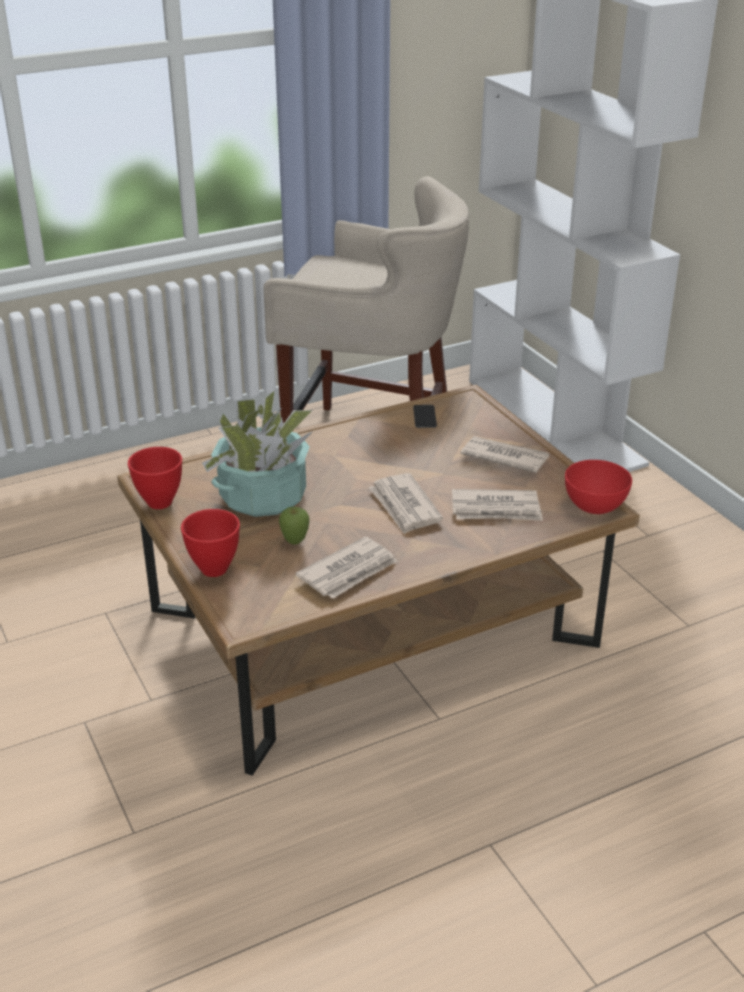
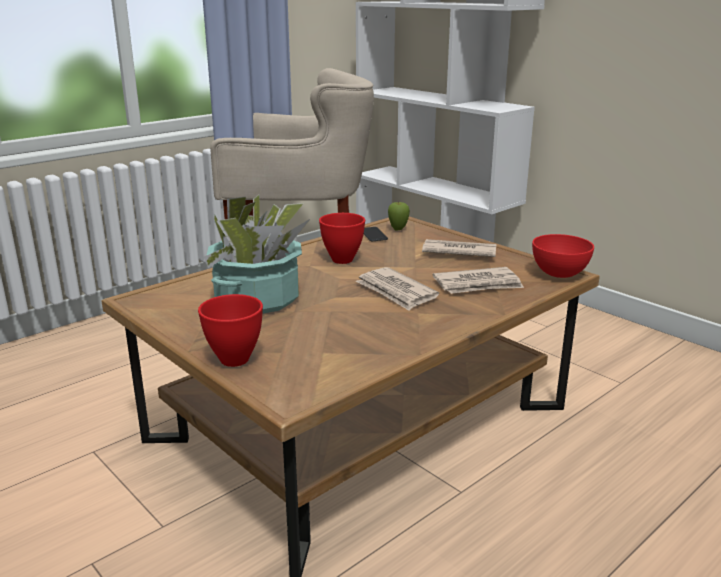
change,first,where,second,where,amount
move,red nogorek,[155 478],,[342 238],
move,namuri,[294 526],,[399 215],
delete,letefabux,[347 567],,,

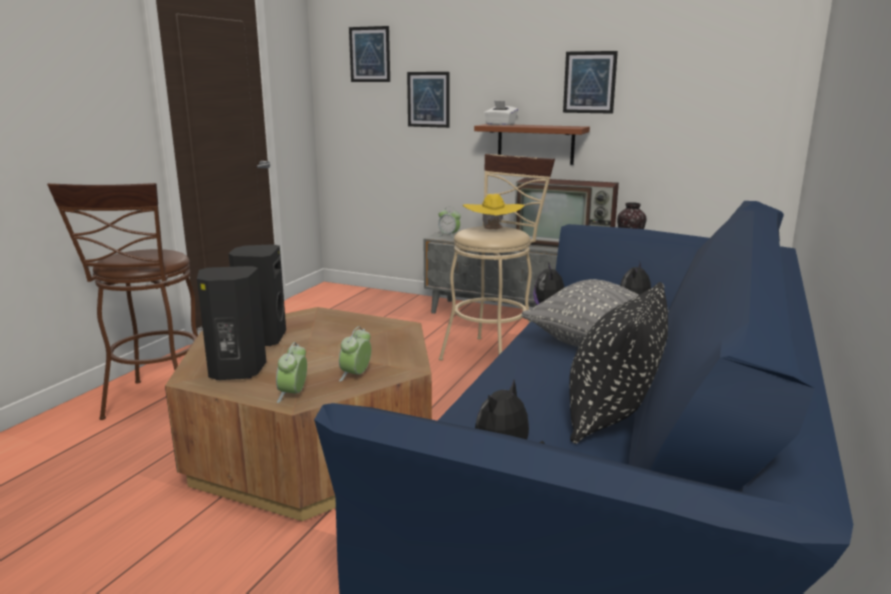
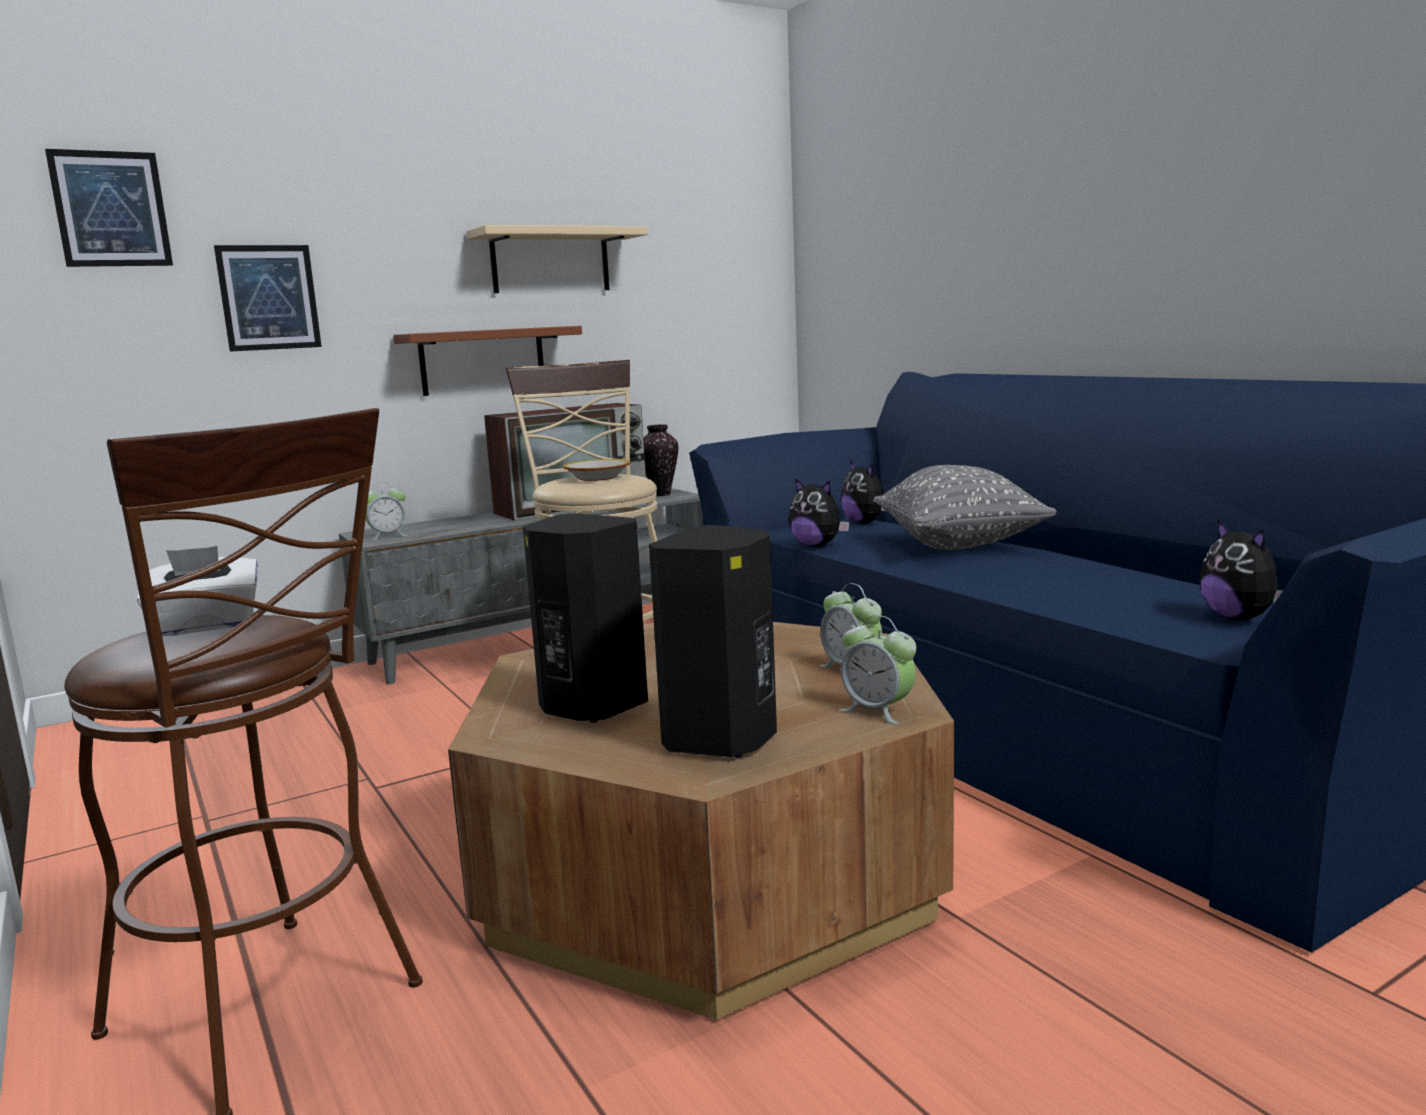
change,first,where,second,where,amount
replace,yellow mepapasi,[494 211],nogorek,[597 470],
move,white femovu,[501 113],,[197 591],
replace,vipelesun,[590 82],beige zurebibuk,[557 259],
delete,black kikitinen,[618 363],,,

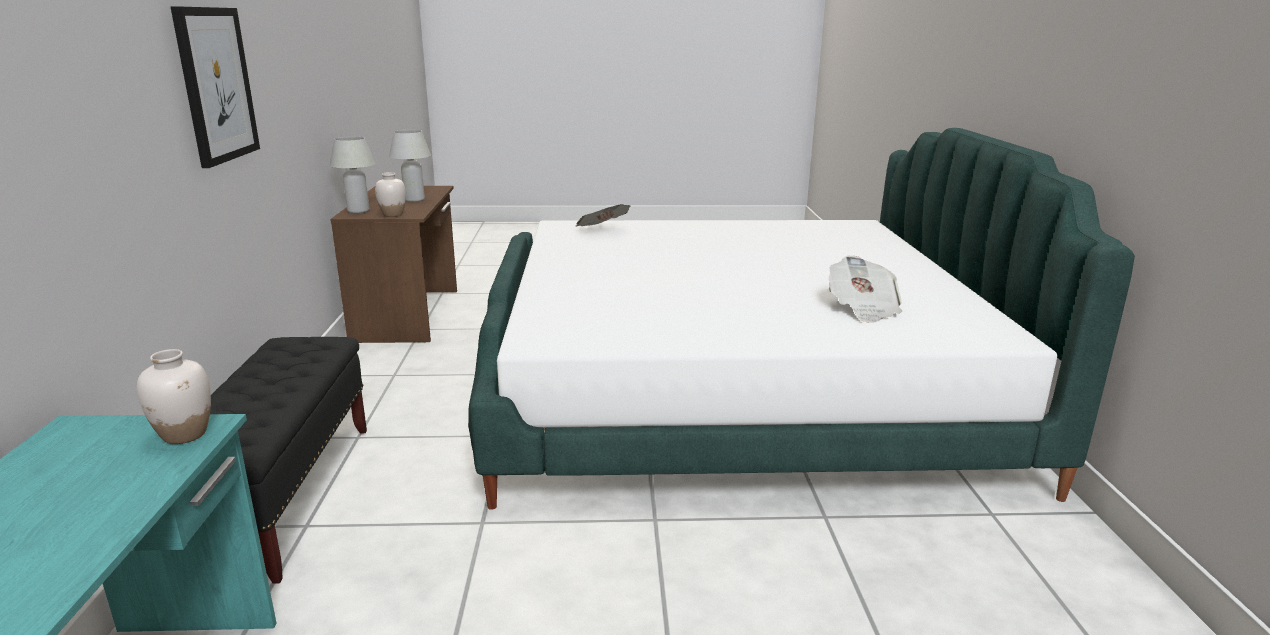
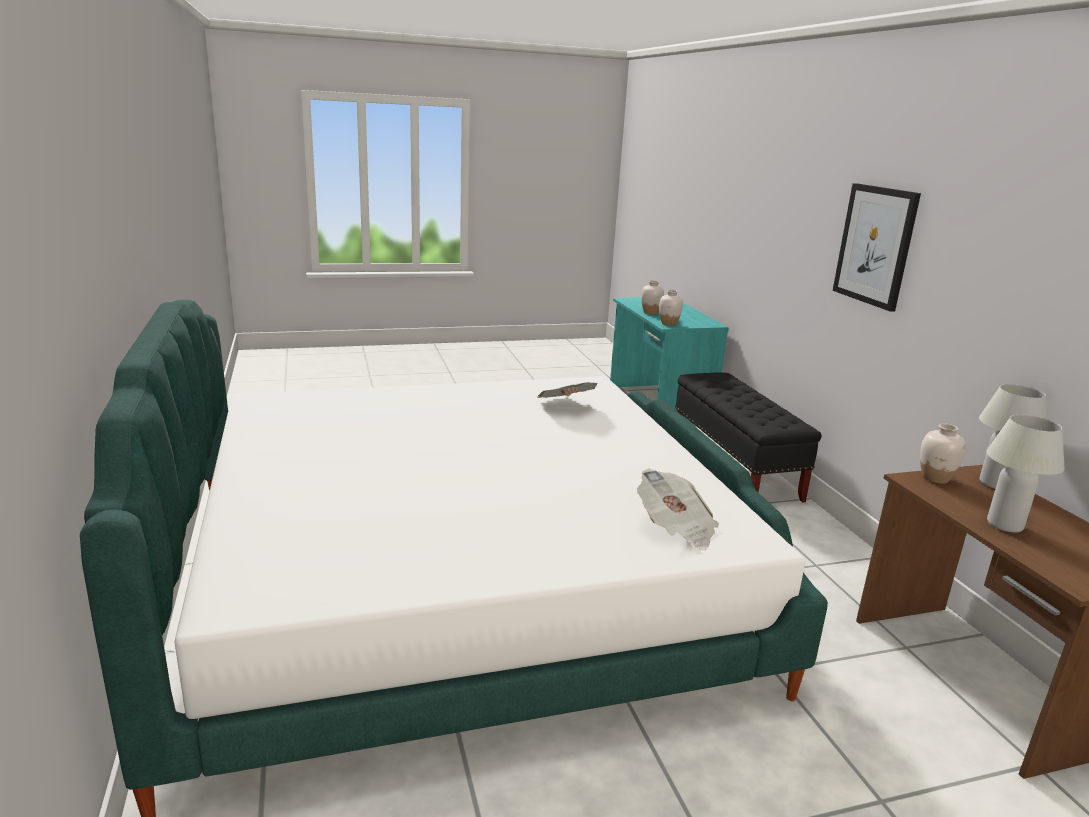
change,first,where,second,where,amount
move,letefabux,[865 289],,[567 390],
insert,,,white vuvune,[652 297],

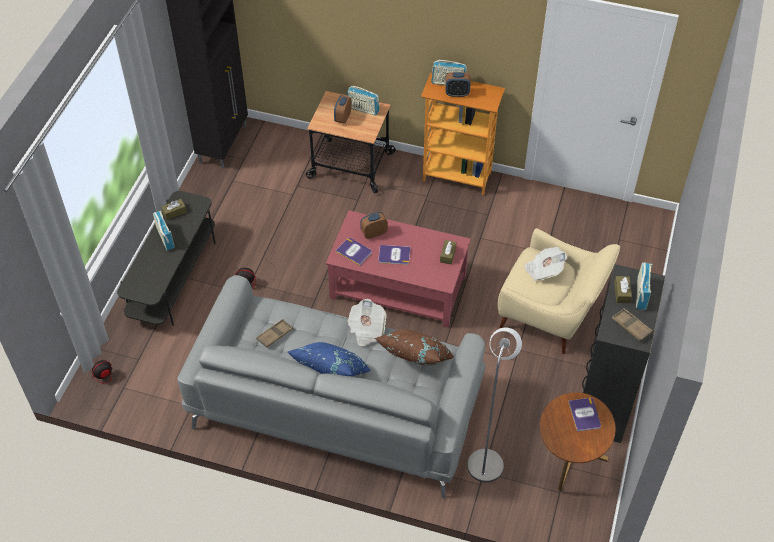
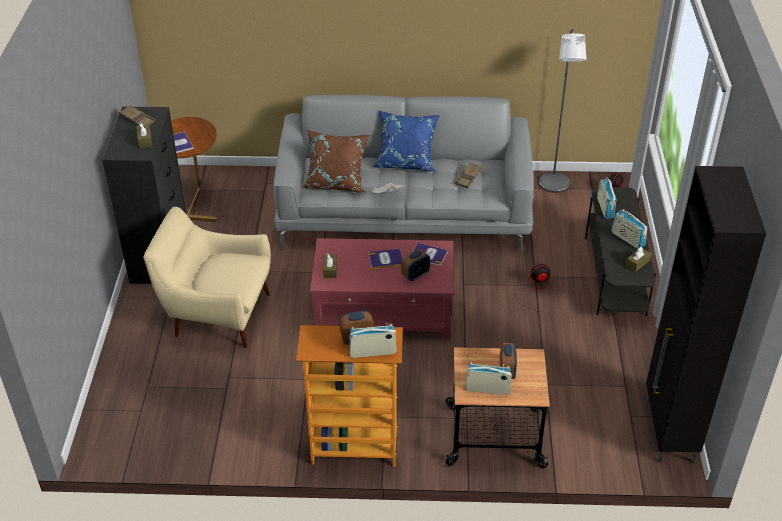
change,first,where,second,where,amount
move,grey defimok,[494 405],,[563 111],
delete,letefabux,[545 264],,,
move,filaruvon,[644 286],,[606 198],

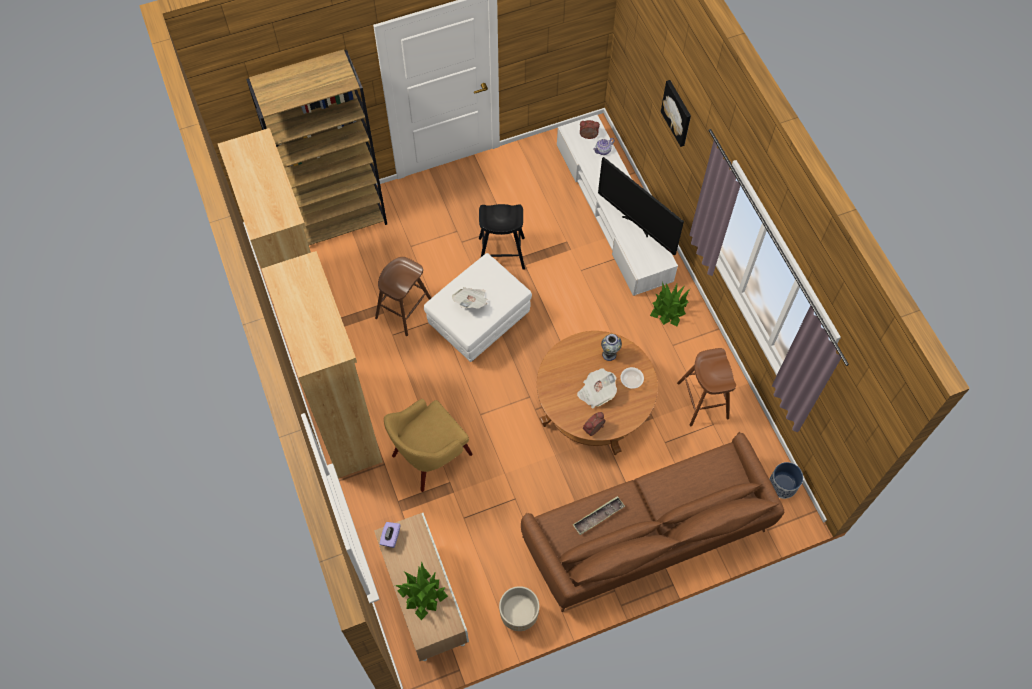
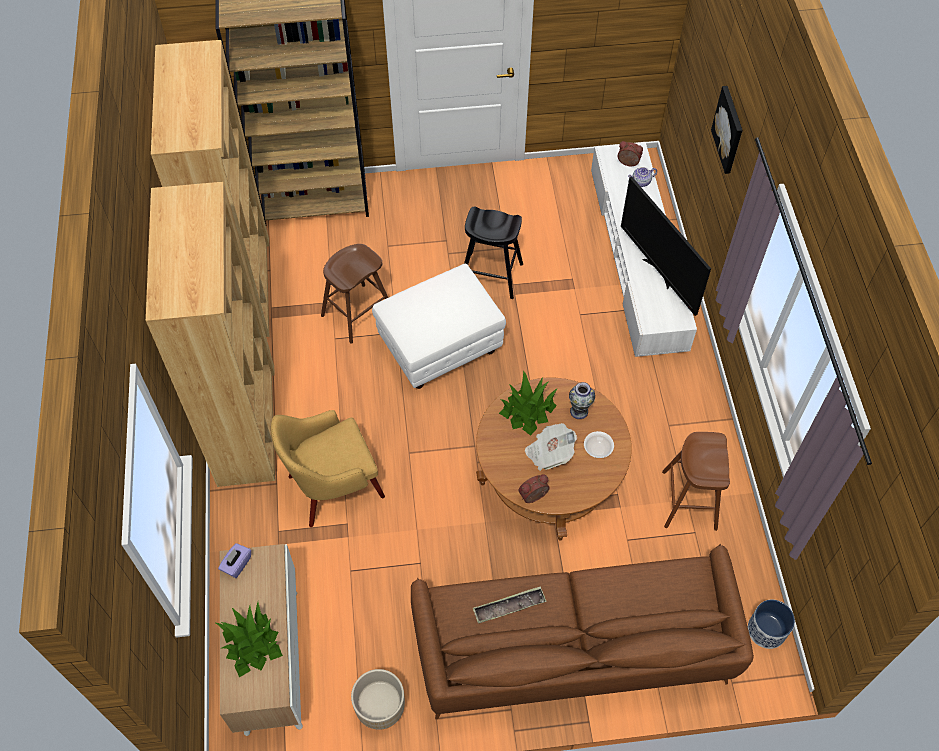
change,first,where,second,where,amount
delete,letefabux,[469 298],,,
move,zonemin,[670 304],,[528 403],

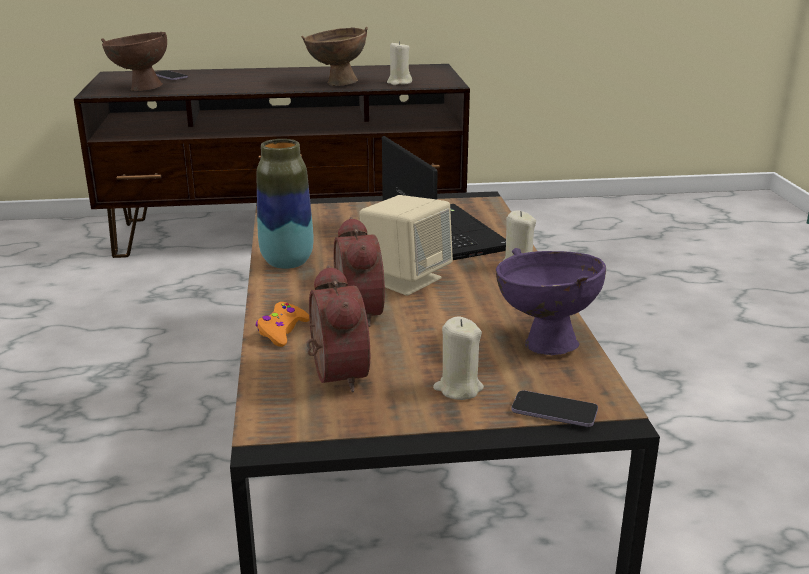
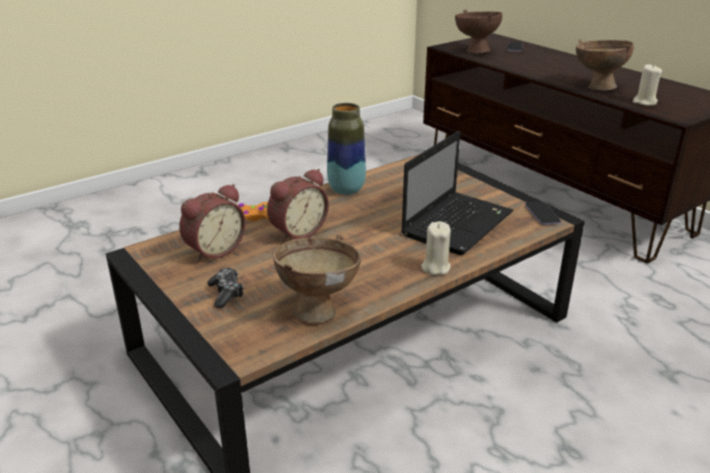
change,first,where,second,where,amount
delete,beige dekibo,[406 245],,,
replace,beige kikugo,[458 358],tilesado,[225 288],
recolor,purple nogorek,[551 301],brown nogorek,[317 279],
move,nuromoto,[554 408],,[543 213],

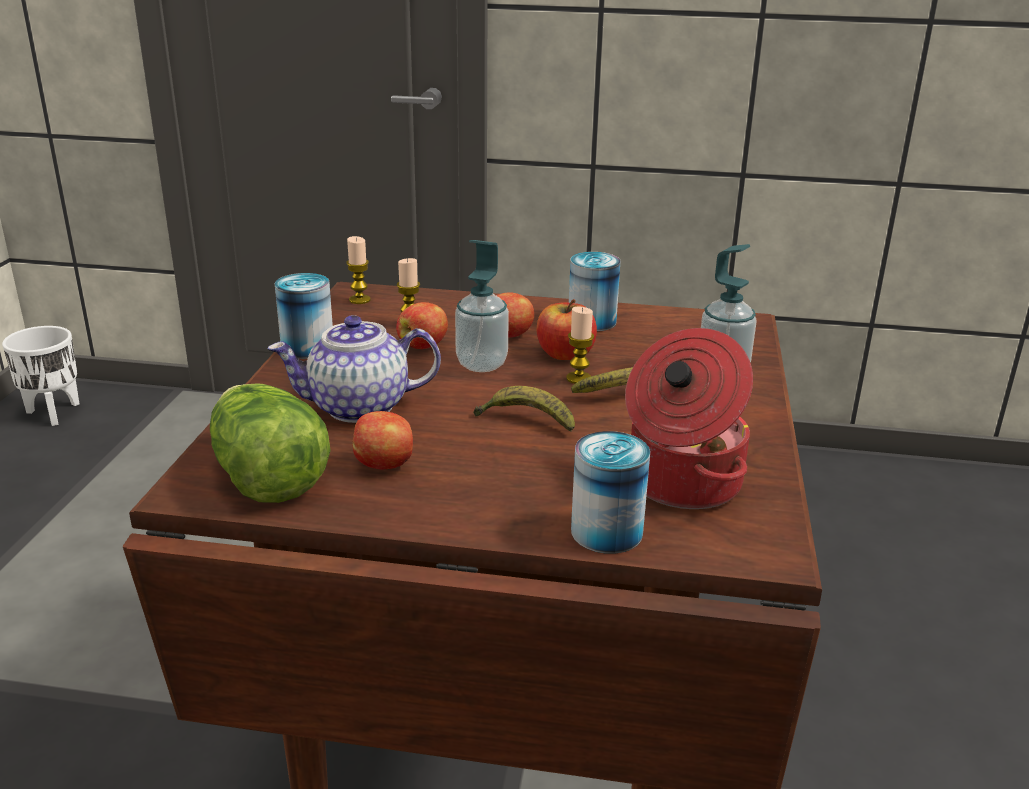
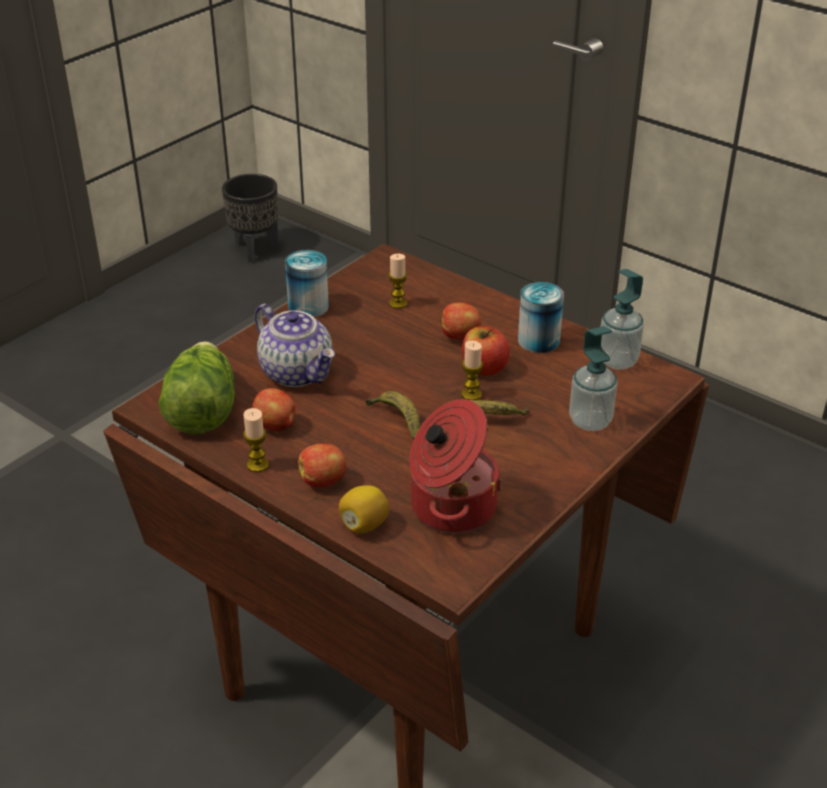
change,first,where,second,where,amount
recolor,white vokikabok,[40 376],black vokikabok,[250 218],
rotate,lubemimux,[354 369],,[295 345],150 degrees counterclockwise
move,kikugo,[358 270],,[256 440],
move,namuri,[422 325],,[322 465],
move,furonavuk,[482 306],,[622 319],
replace,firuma,[610 492],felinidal,[364 509],

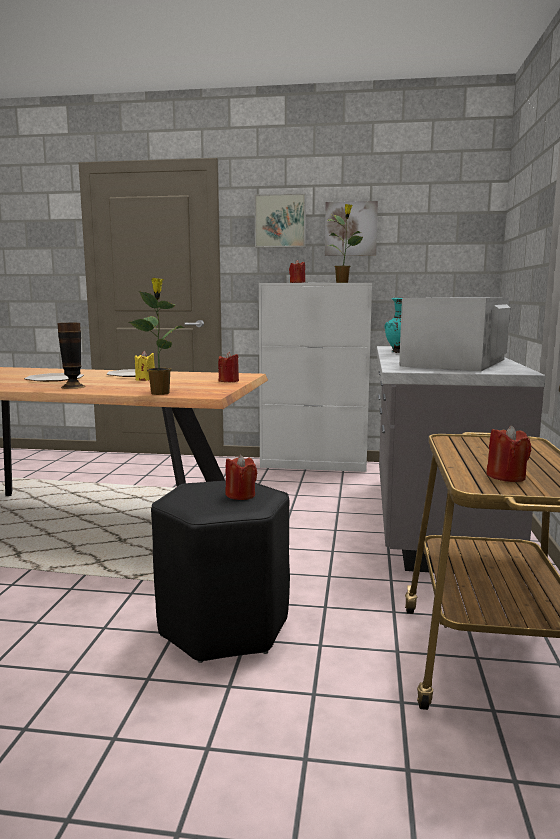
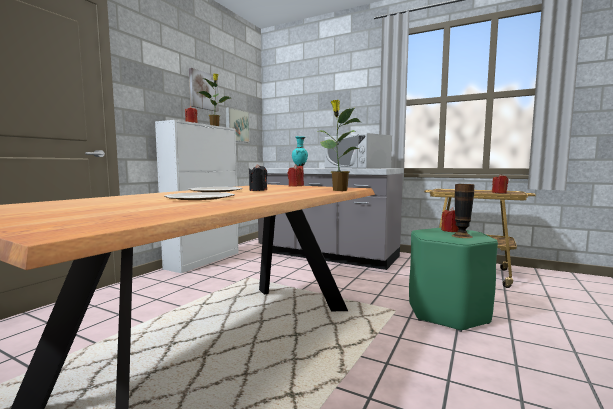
change,first,where,second,where,amount
move,vuvune,[71 356],,[463 211],
recolor,yellow kikugo,[145 366],black kikugo,[258 177],
recolor,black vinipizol,[220 572],green vinipizol,[453 280],
move,vipelesun,[280 220],,[238 124],

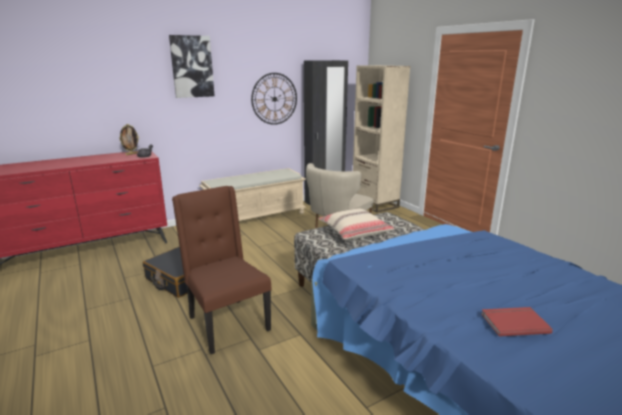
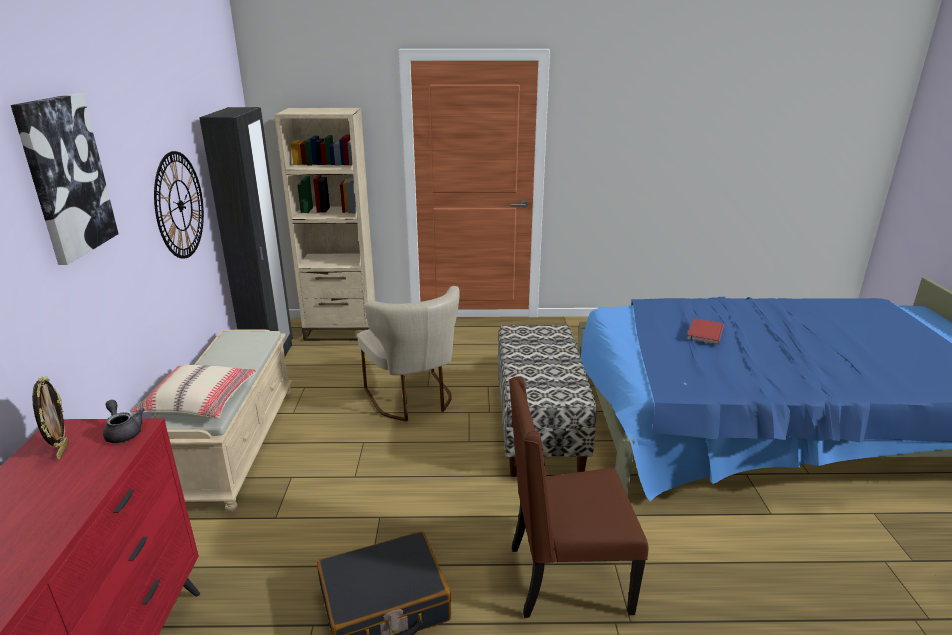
change,first,where,second,where,amount
move,beige kikitinen,[356 224],,[193 392],
move,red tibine,[517 322],,[705 331],

